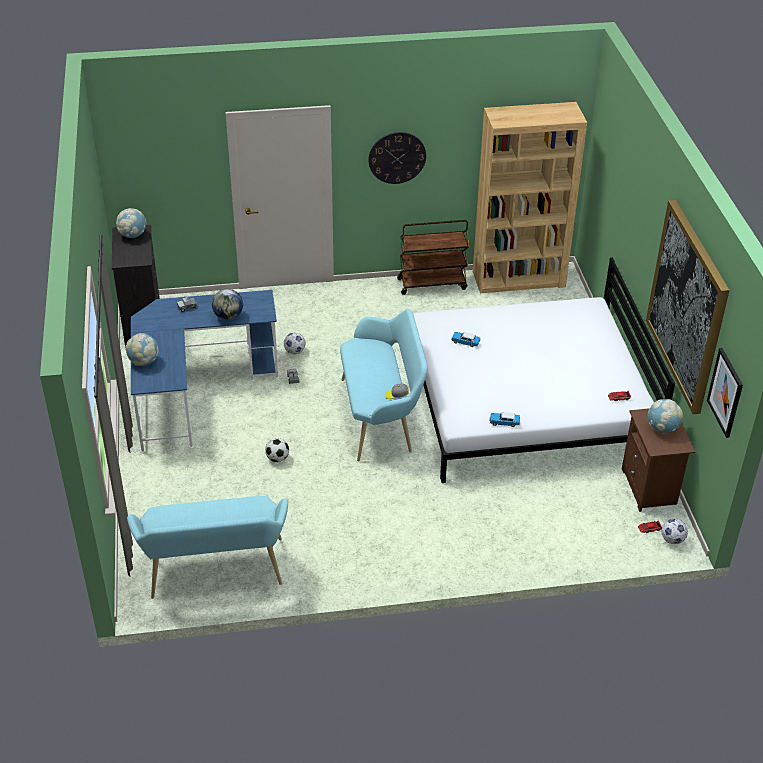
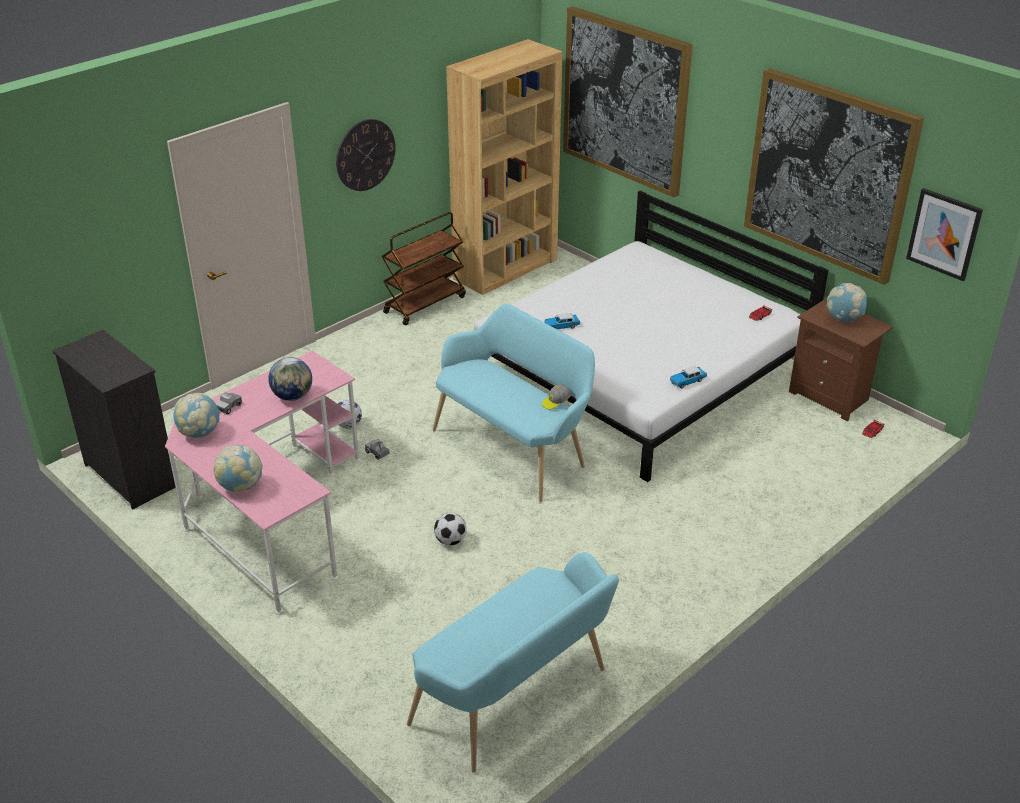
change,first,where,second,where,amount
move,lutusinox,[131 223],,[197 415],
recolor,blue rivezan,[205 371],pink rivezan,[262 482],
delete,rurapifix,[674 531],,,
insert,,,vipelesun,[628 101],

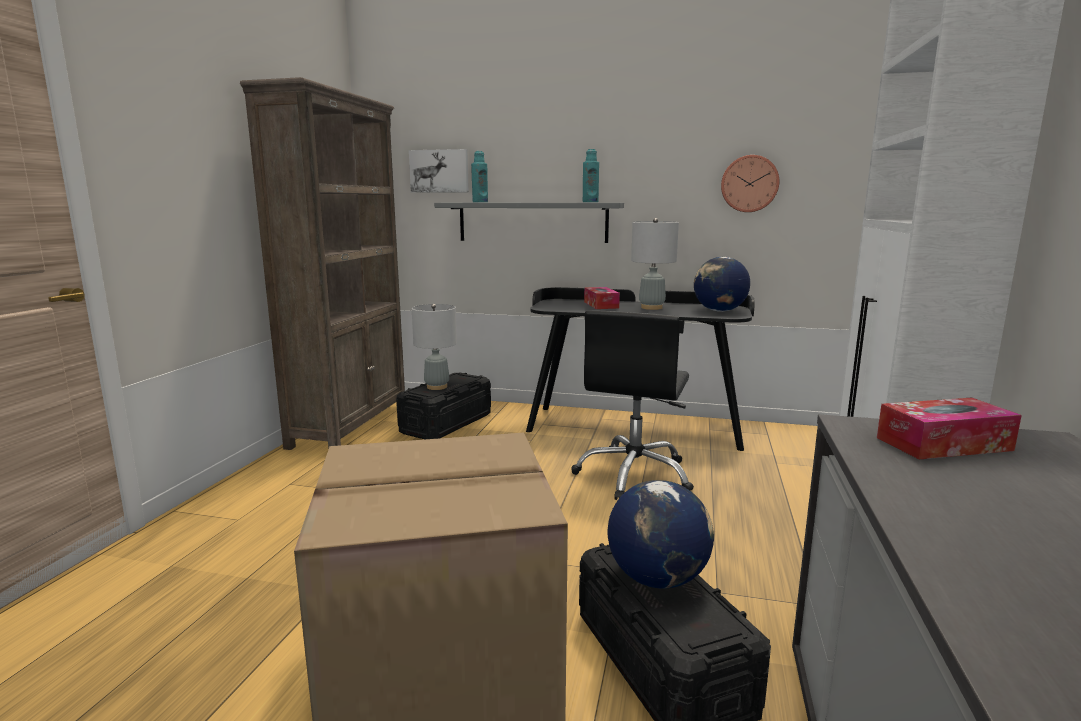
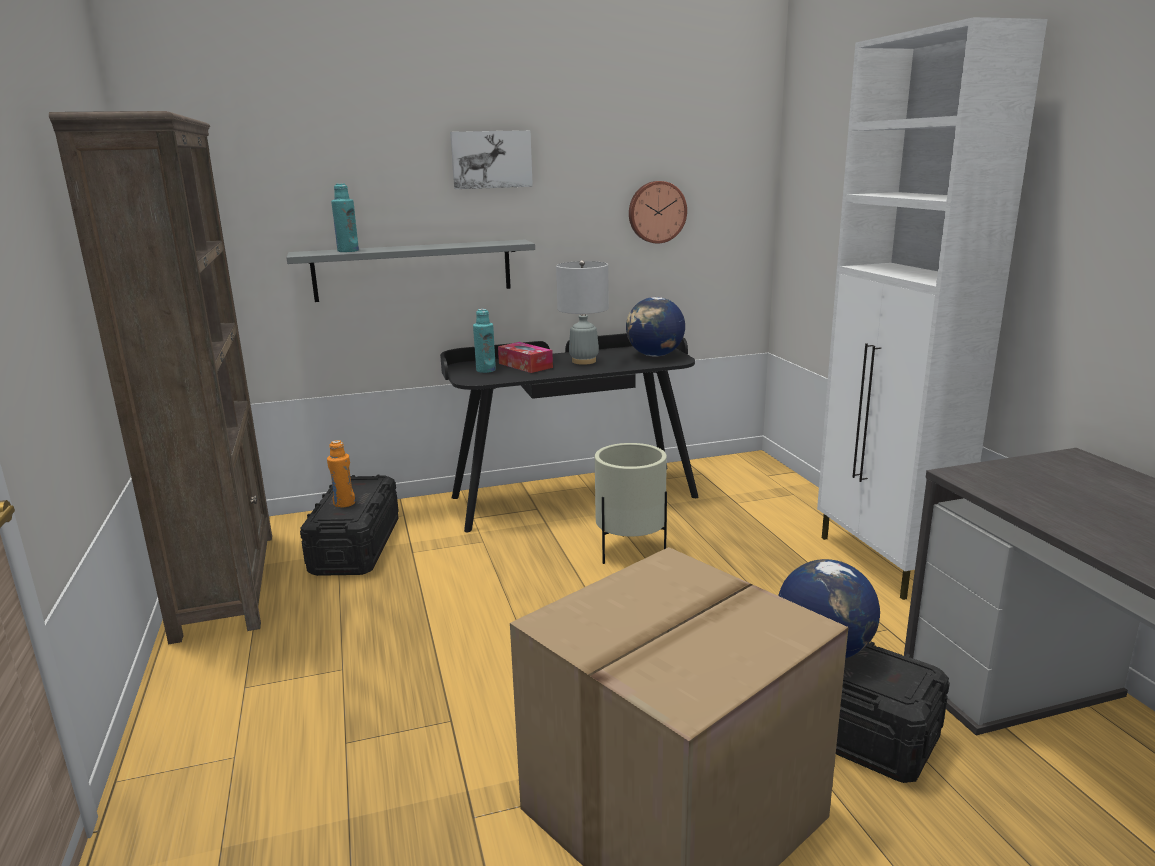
change,first,where,second,where,amount
move,vipelesun,[439 171],,[491 159],
replace,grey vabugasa,[434 347],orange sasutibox,[341 474],
replace,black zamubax,[632 405],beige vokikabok,[631 503],
move,turquoise sasutibox,[591 175],,[484 341],
delete,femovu,[949 428],,,

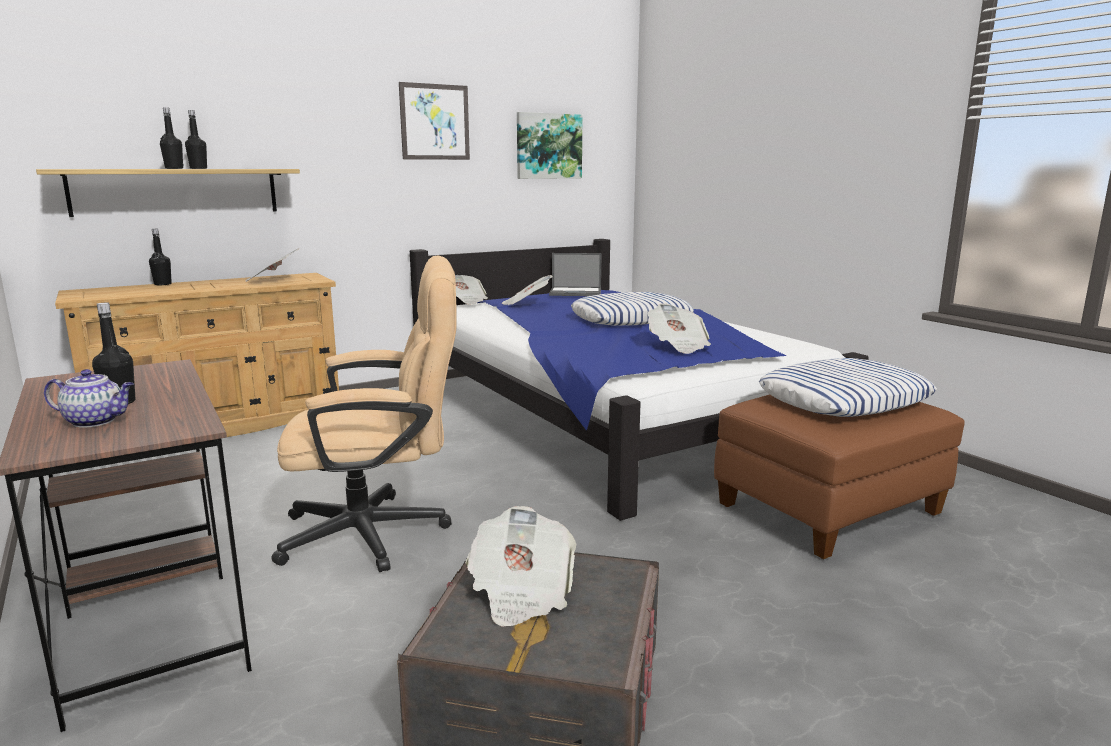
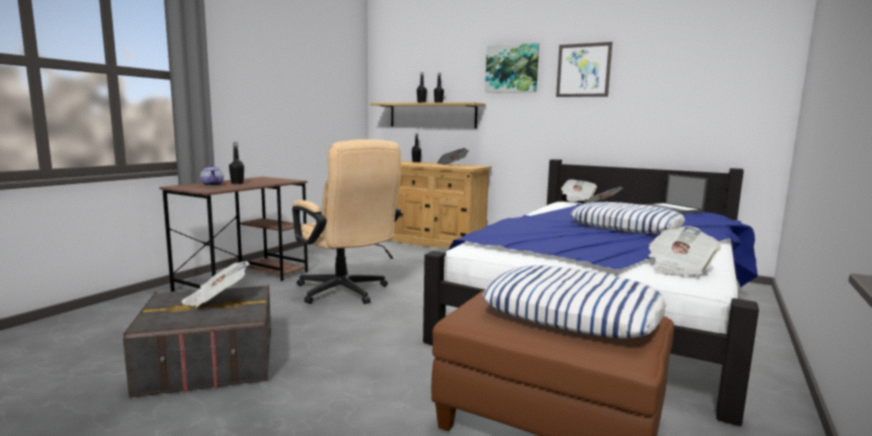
change,first,where,second,where,amount
move,vipelesun,[550 145],,[512 68],
move,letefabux,[679 329],,[684 250],

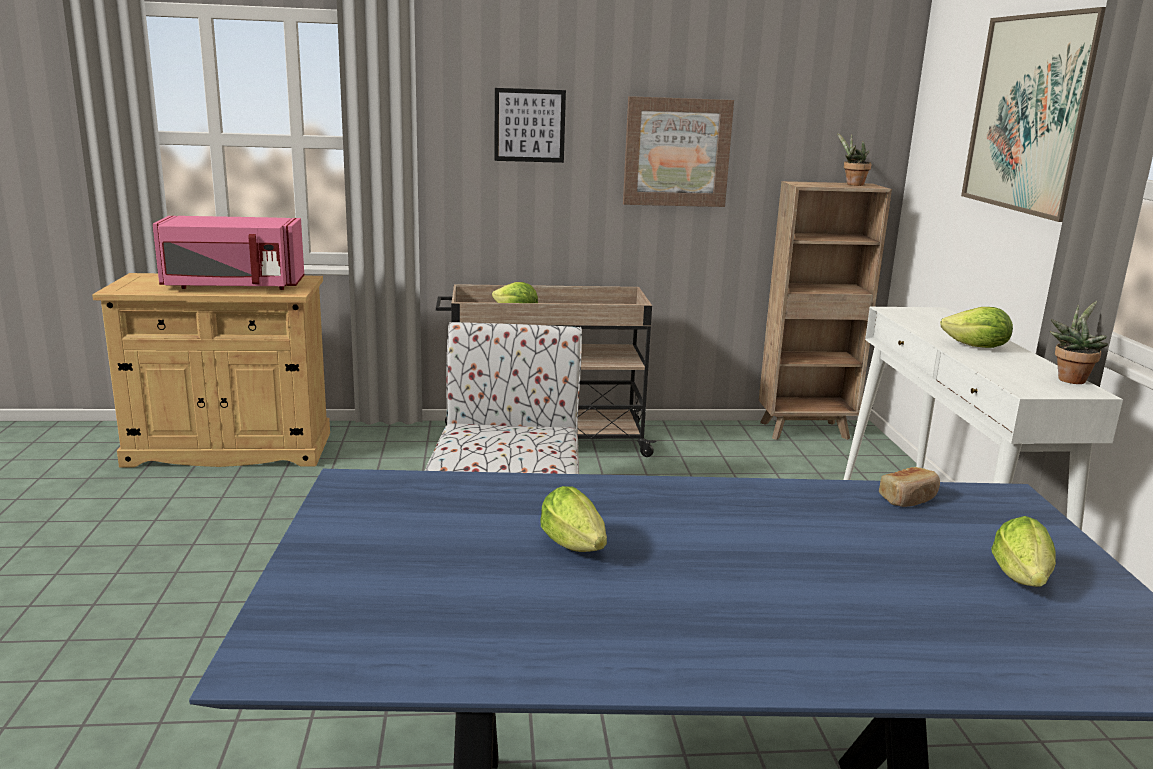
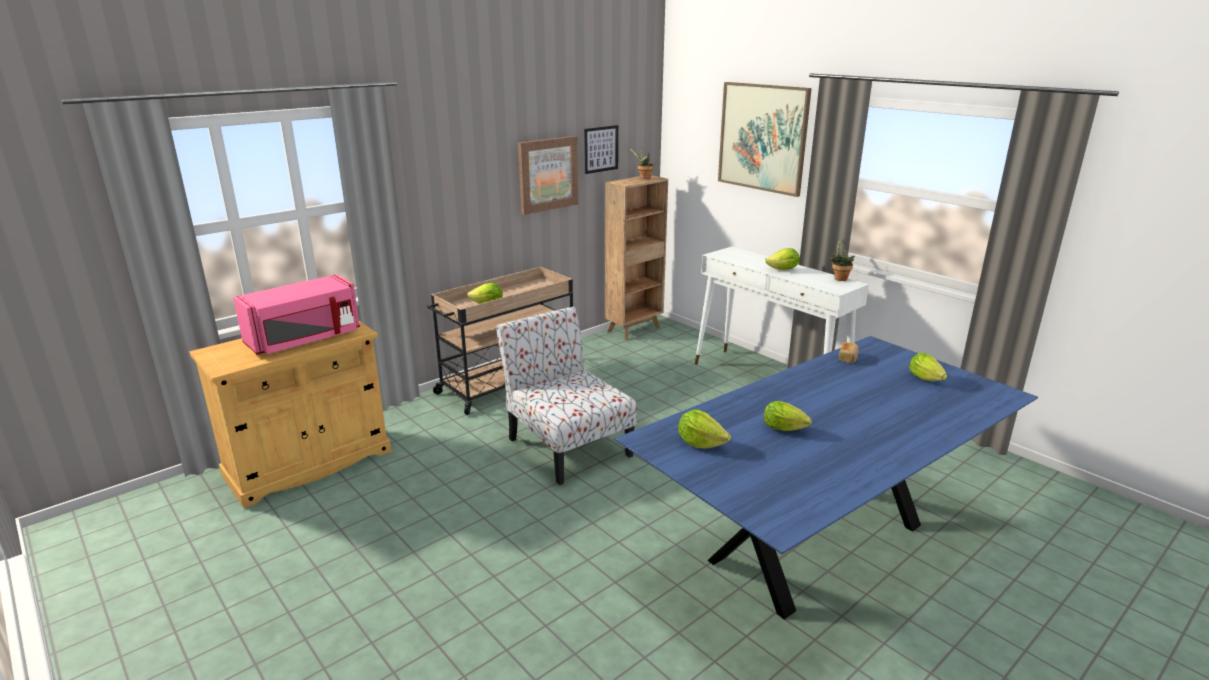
change,first,where,second,where,amount
move,vipelesun,[530 125],,[601 149],
insert,,,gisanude,[704 429],

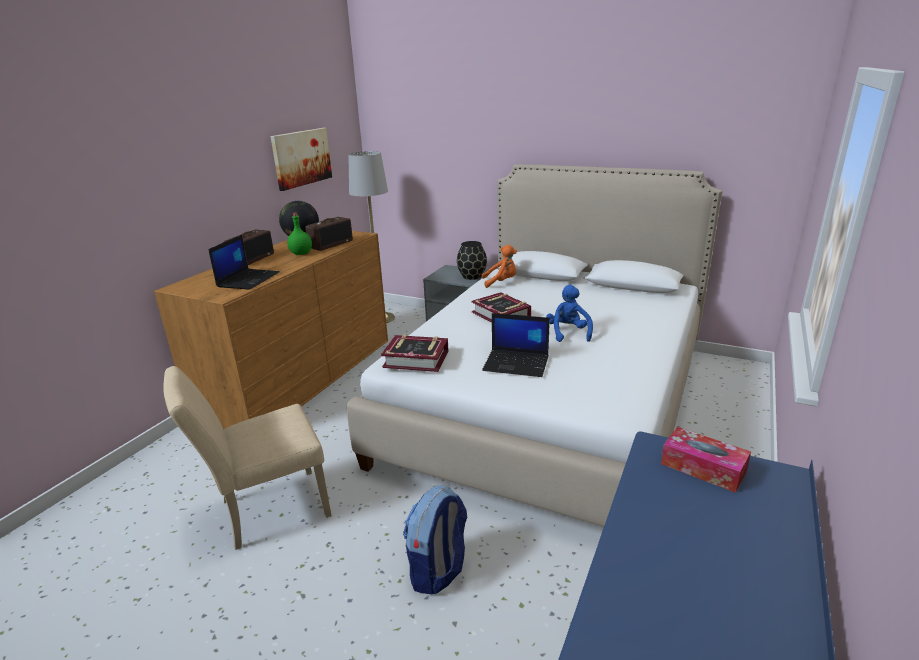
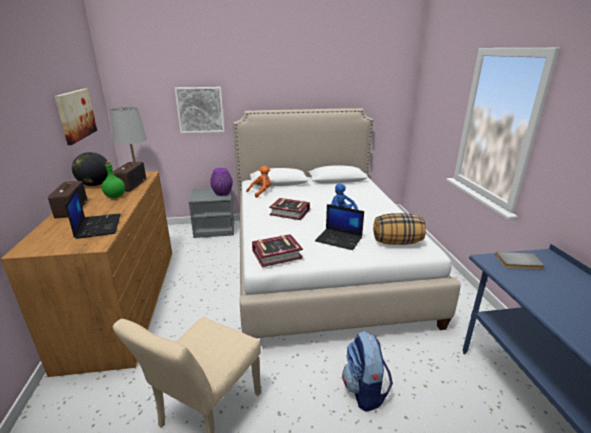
change,first,where,second,where,amount
recolor,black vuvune,[472 260],purple vuvune,[221 182],
rotate,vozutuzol,[516 345],,[339 227],45 degrees clockwise
replace,femovu,[706 460],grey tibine,[520 261],
insert,,,vipelesun,[199 110],
insert,,,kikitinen,[399 229],

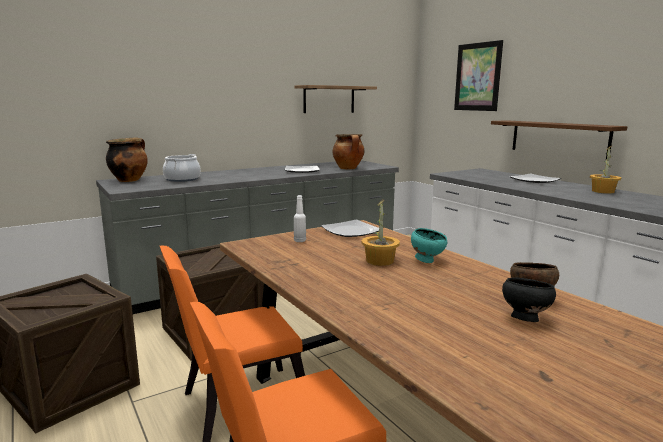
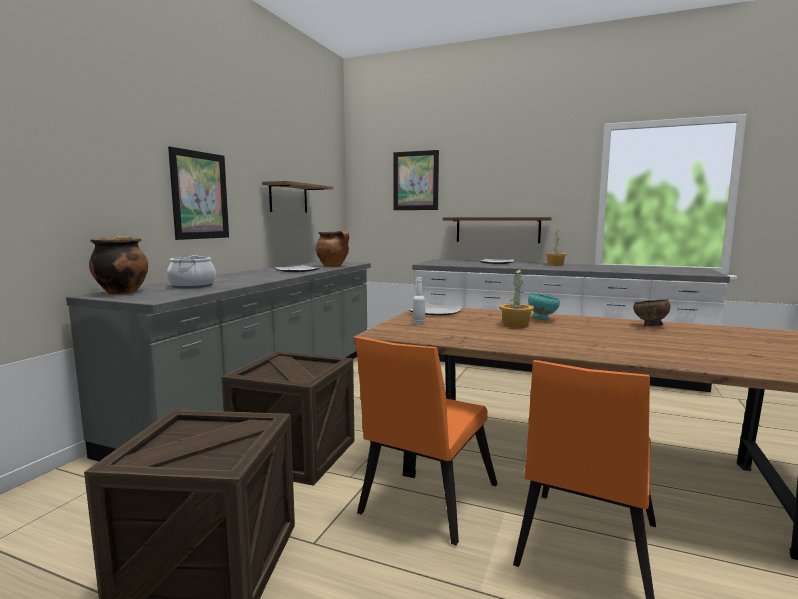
change,first,where,second,where,amount
delete,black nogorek,[529 299],,,
insert,,,vipelesun,[198 193],

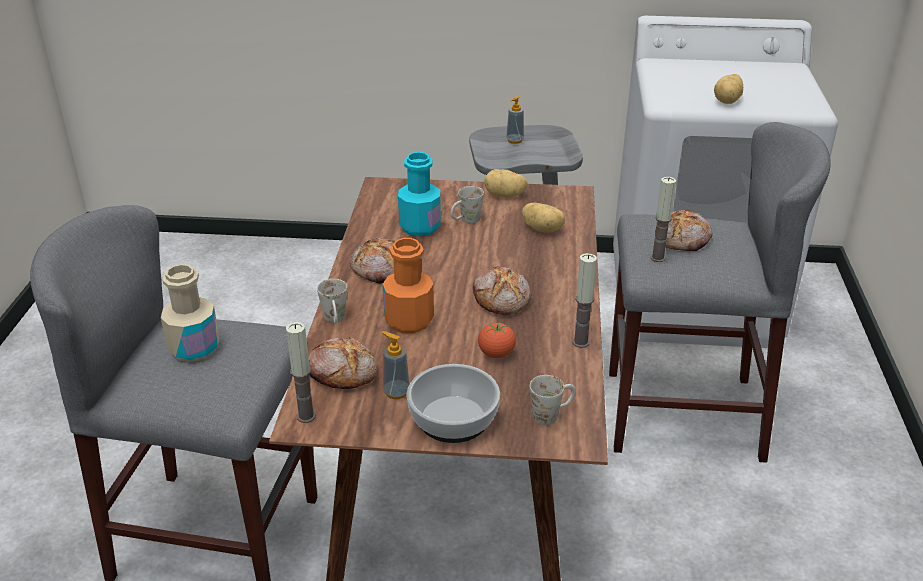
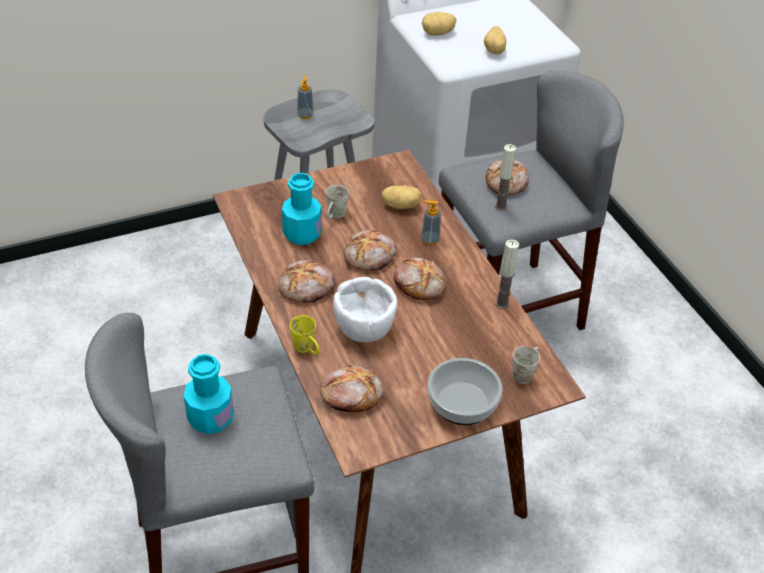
change,first,where,second,where,amount
recolor,beige sasutibox,[190 313],turquoise sasutibox,[208 394],
delete,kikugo,[301 372],,,
recolor,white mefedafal,[332 301],yellow mefedafal,[304 335],
move,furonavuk,[395 365],,[431 222],
replace,orange sasutibox,[408 285],white nogorek,[365 309],
delete,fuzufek,[497 340],,,
move,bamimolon,[505 183],,[439 24],
insert,,,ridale,[370 250],

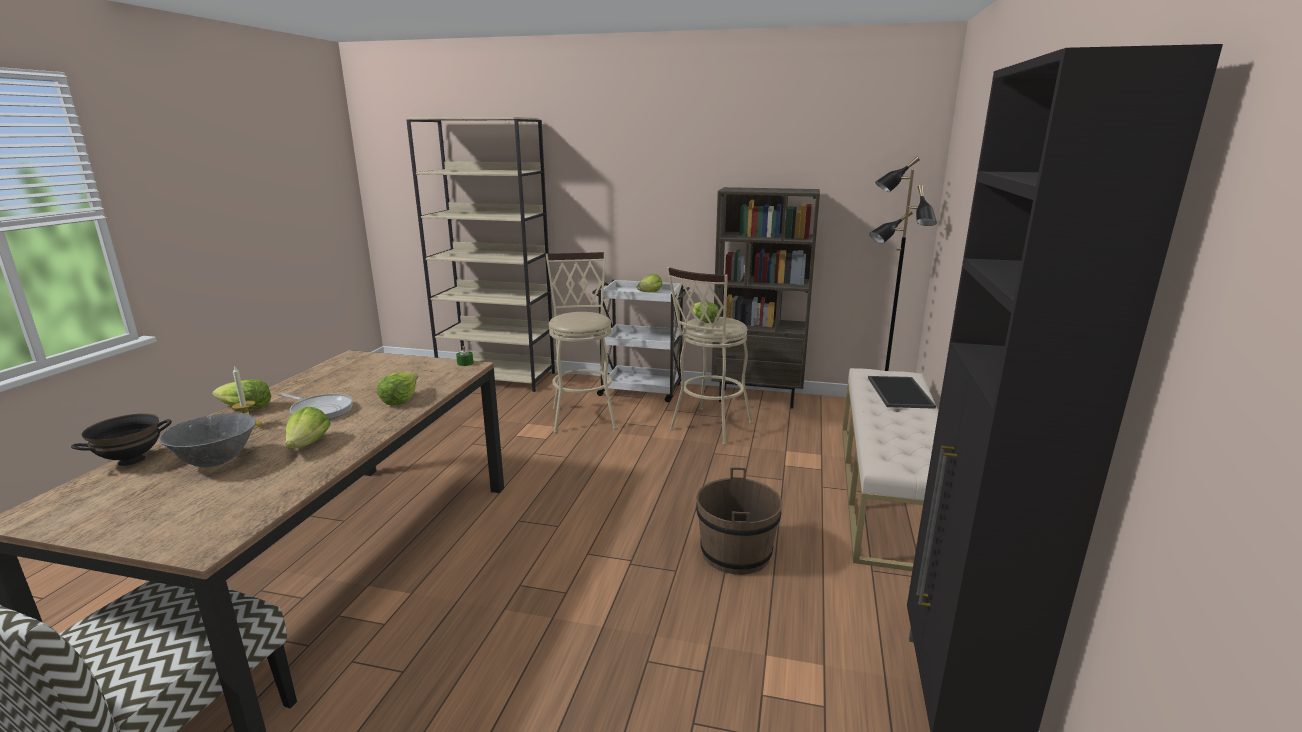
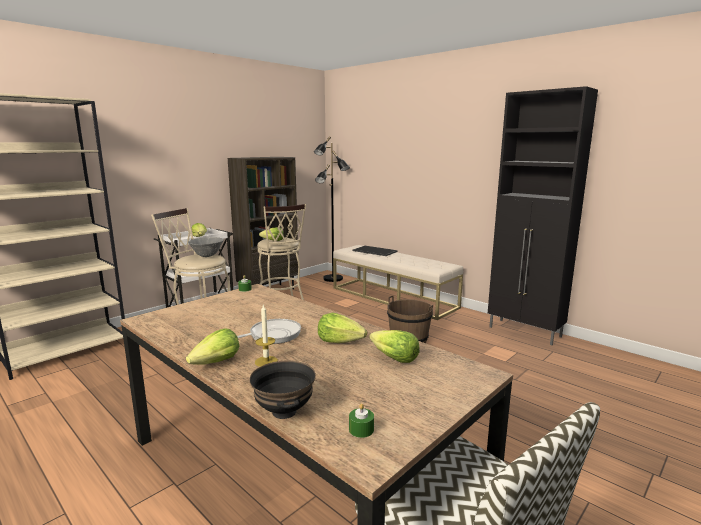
change,first,where,second,where,amount
move,grey nogorek,[207 440],,[206 247],
move,gisanude,[397 388],,[394 346],
insert,,,green kikugo,[361 420],

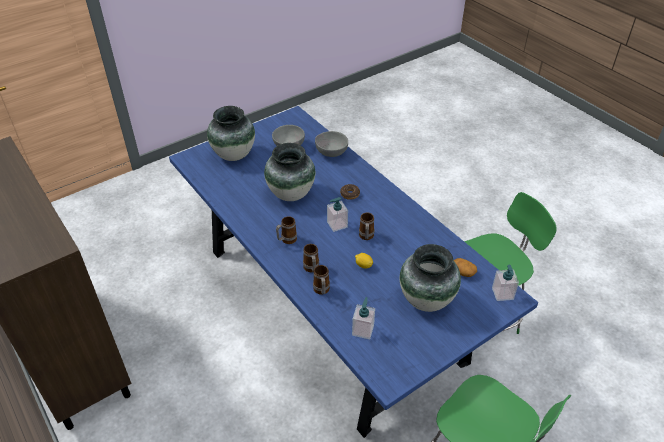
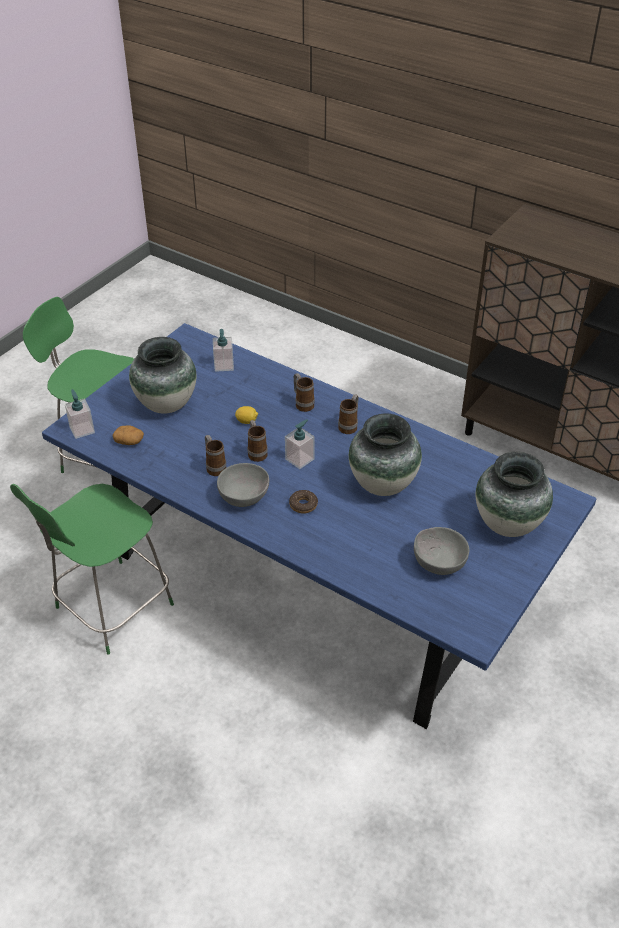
change,first,where,second,where,amount
move,mefedafal,[321 279],,[215 455],
move,grey nogorek,[331 144],,[243 485],

